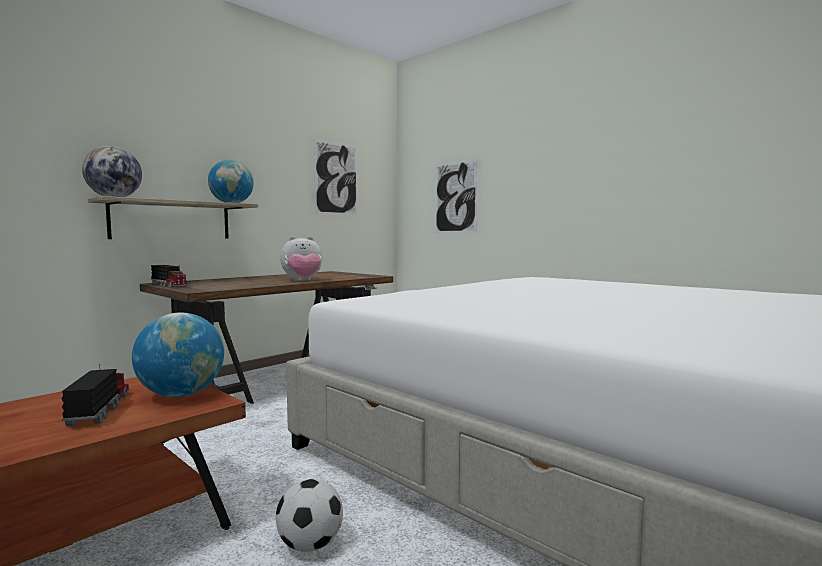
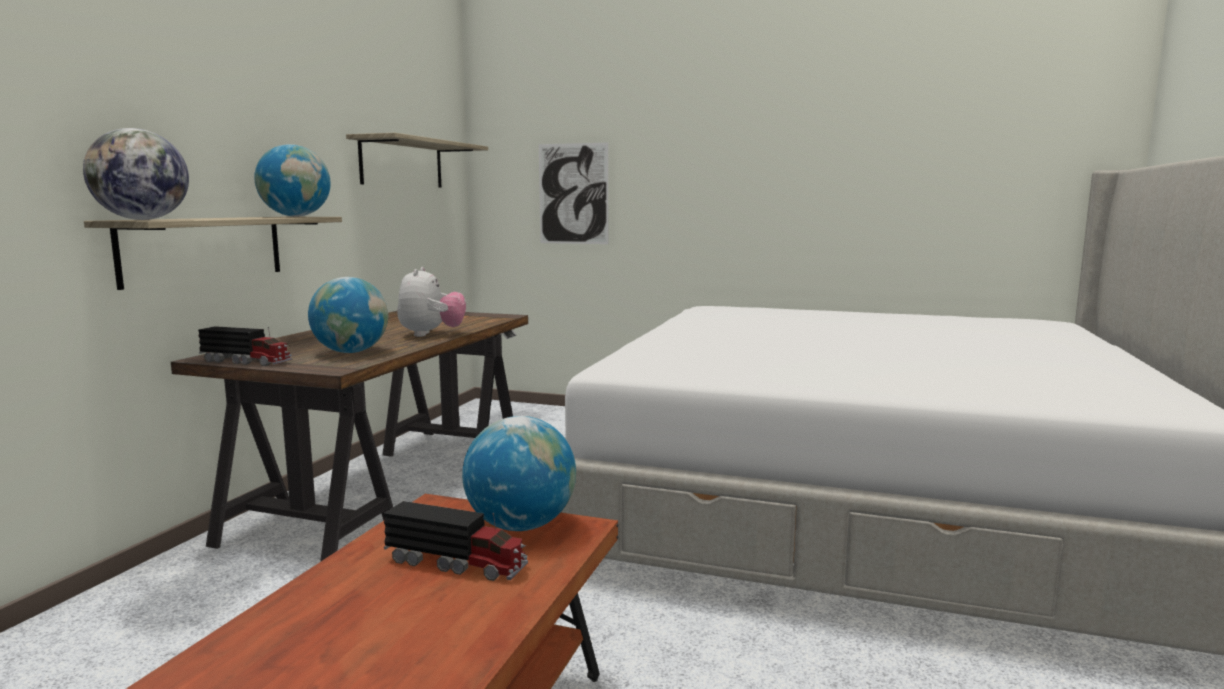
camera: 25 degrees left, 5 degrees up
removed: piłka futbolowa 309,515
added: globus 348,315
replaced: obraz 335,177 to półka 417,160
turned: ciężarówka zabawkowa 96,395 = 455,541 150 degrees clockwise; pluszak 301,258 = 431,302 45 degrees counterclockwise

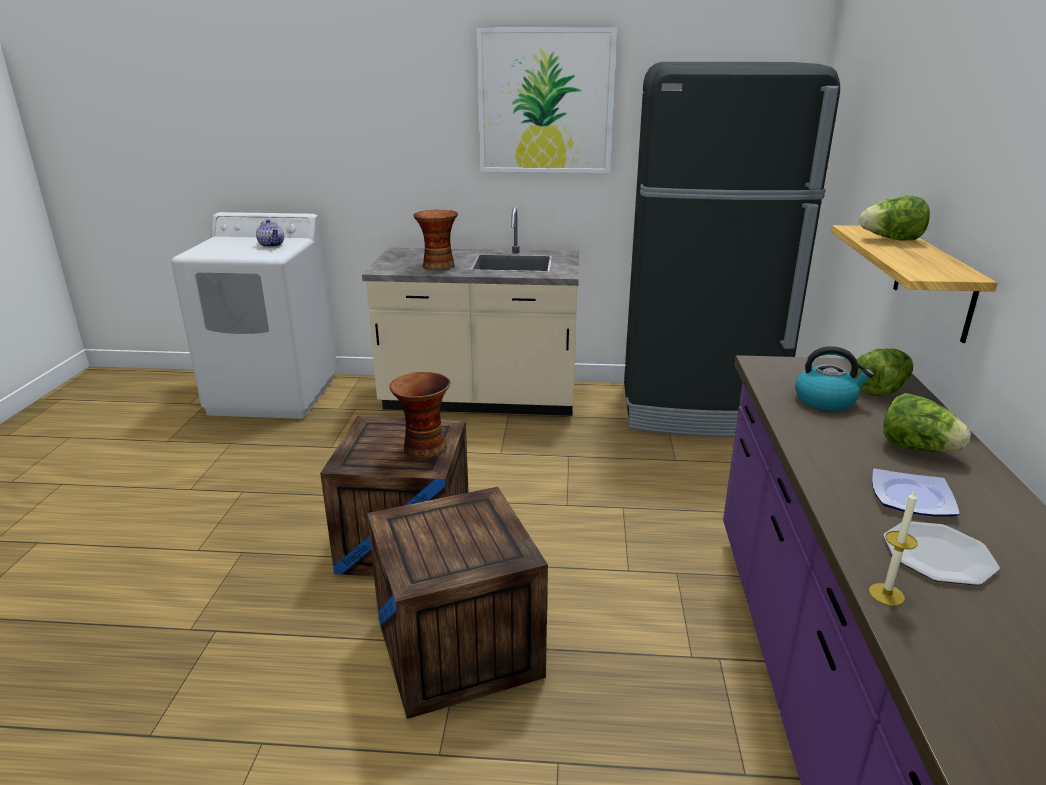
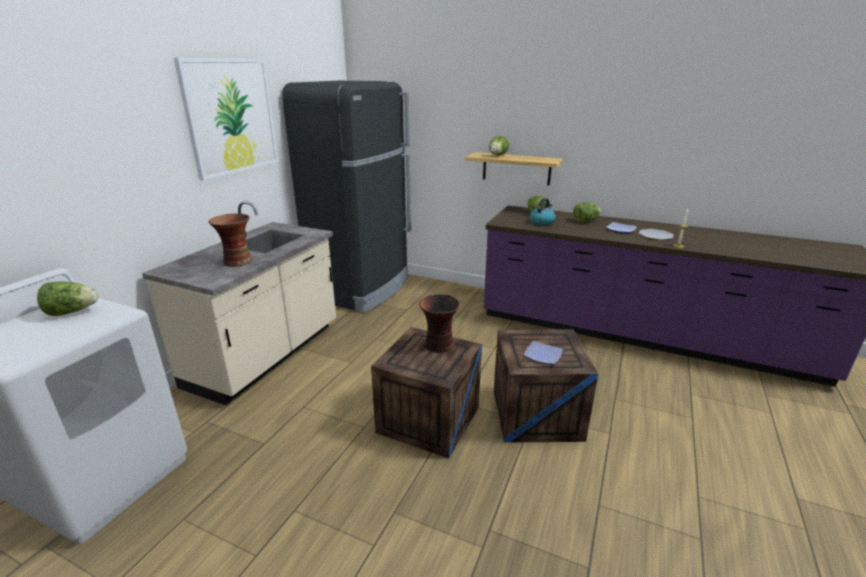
camera: 70 degrees left, 0 degrees up
added: talerz 543,353
replaced: imbryk 270,233 to sałata 68,298

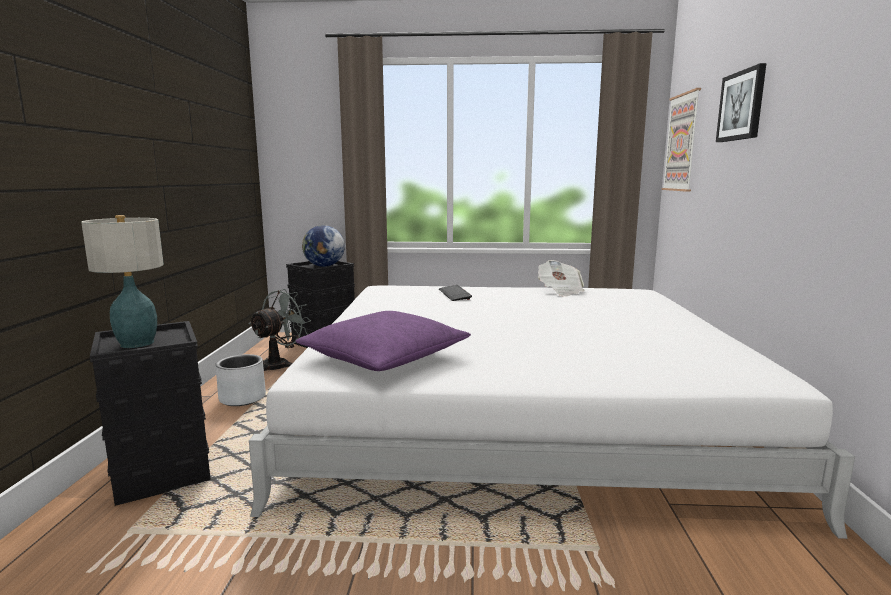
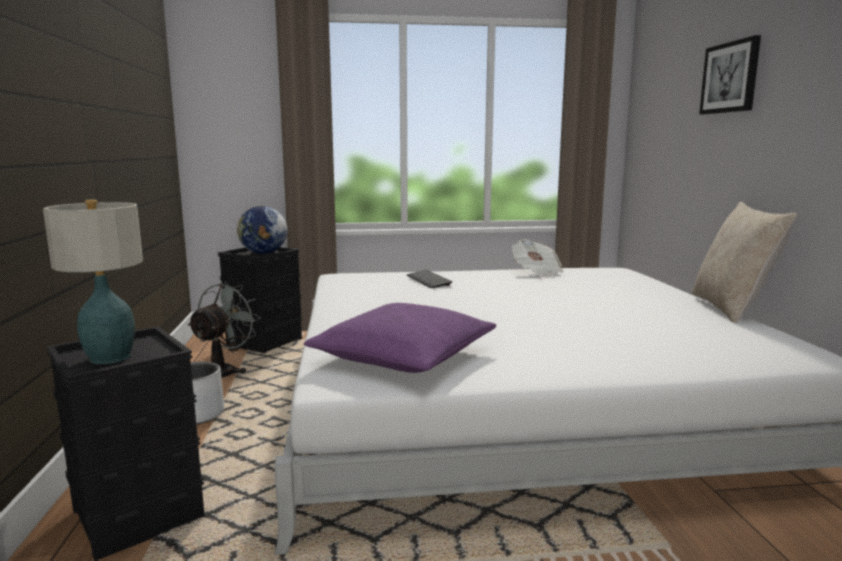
camera: 10 degrees left, 0 degrees up
removed: obraz 681,140
added: poduszka [beżowy] 744,262

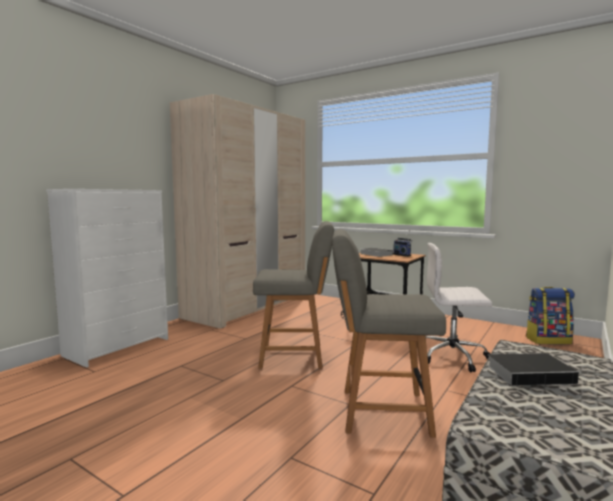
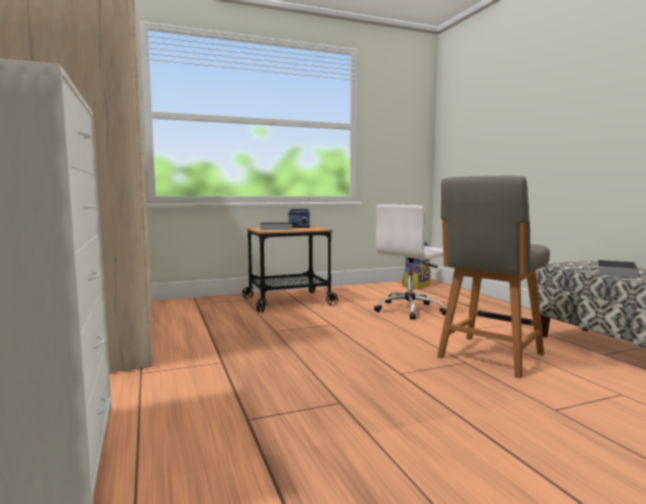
camera: 55 degrees left, 0 degrees up
removed: krzesło [szary] 293,295

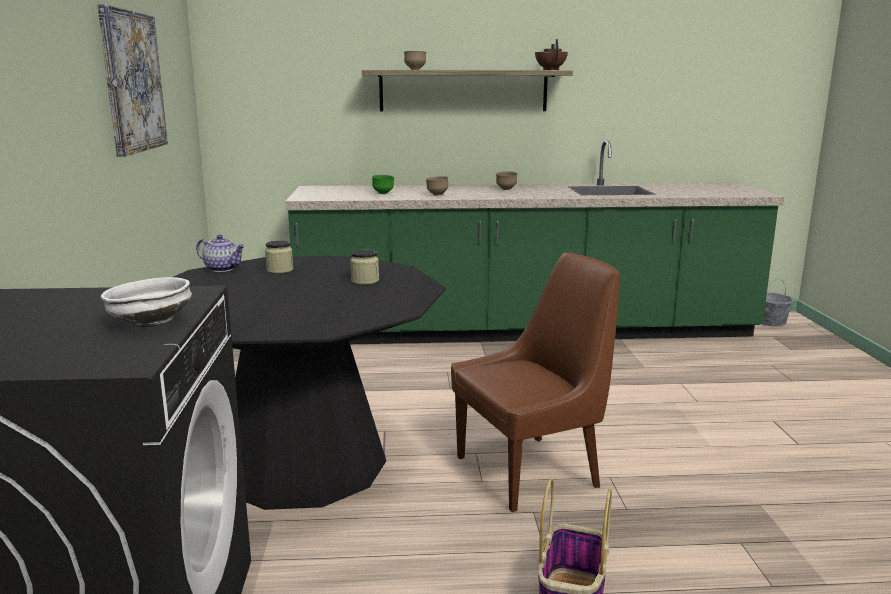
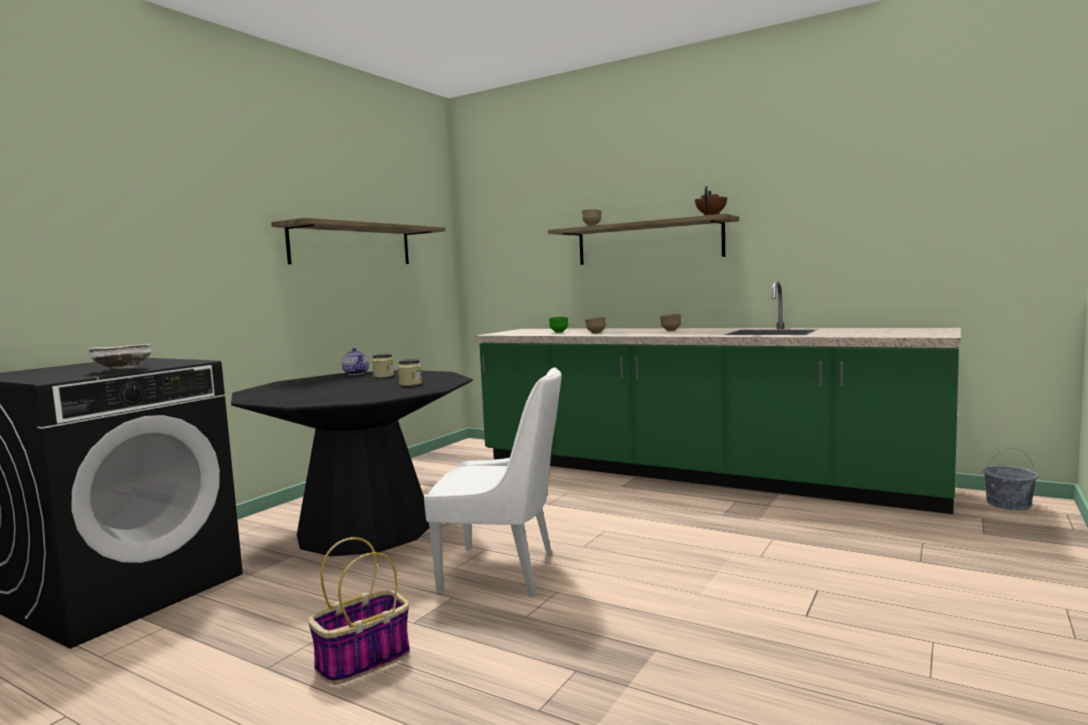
camera: 35 degrees right, 10 degrees down
replaced: obraz 132,80 to półka 358,241
recoloured: krzesło [brązowy] 535,382 to krzesło [biały] 493,481

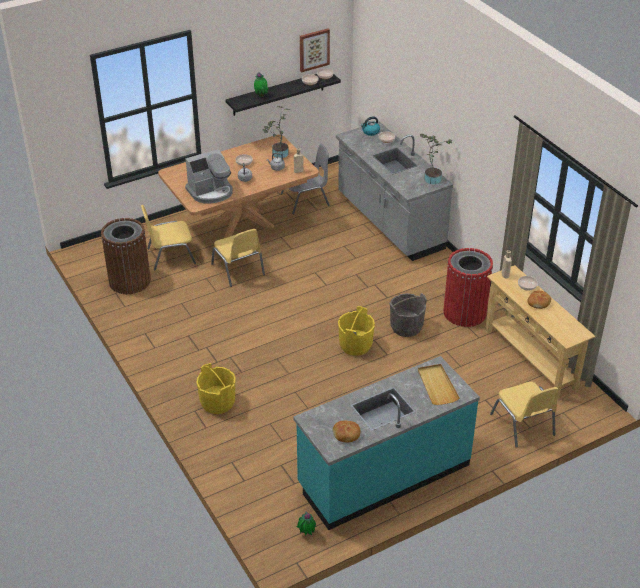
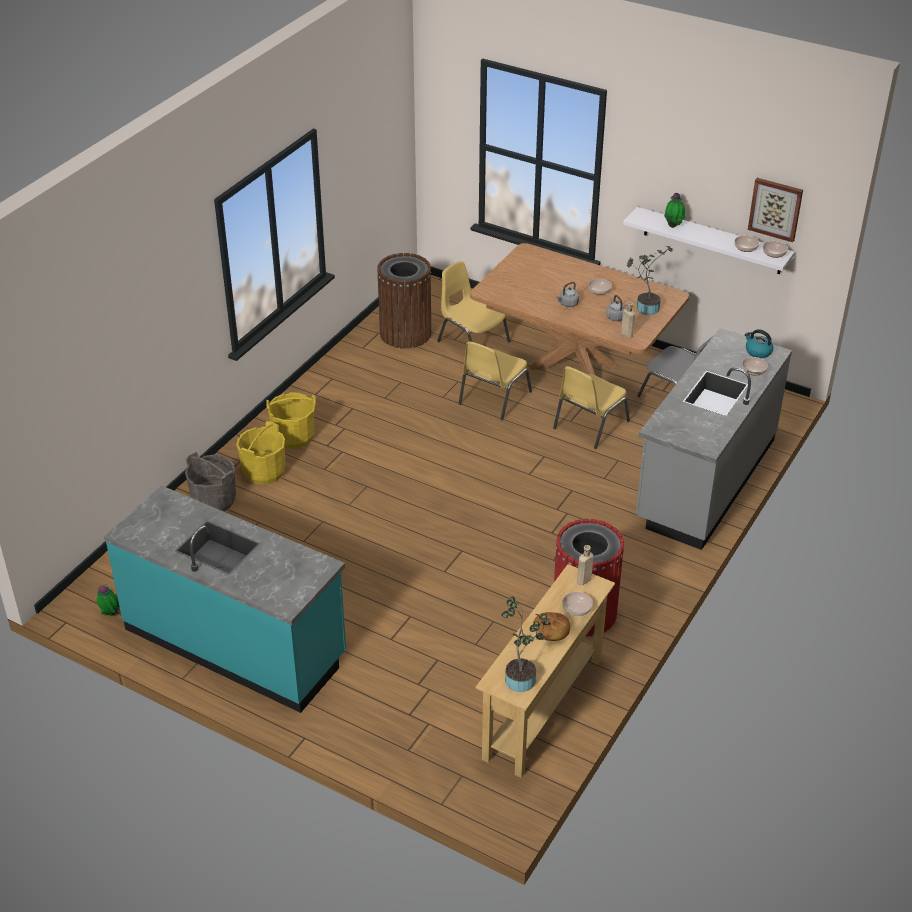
camera: 60 degrees right, 0 degrees up
removed: ekspres do kawy 209,176; chleb 347,431; taca [beżowy] 439,384
moved: wiadro [żółty] 356,331 to 291,420; wiadro [szary] 408,315 to 210,482; roślina doniczkowa 436,159 to 526,644; krzesło [żółty] 524,415 to 591,407
recoloured: półka [czarny] 283,95 to półka [biały] 709,240

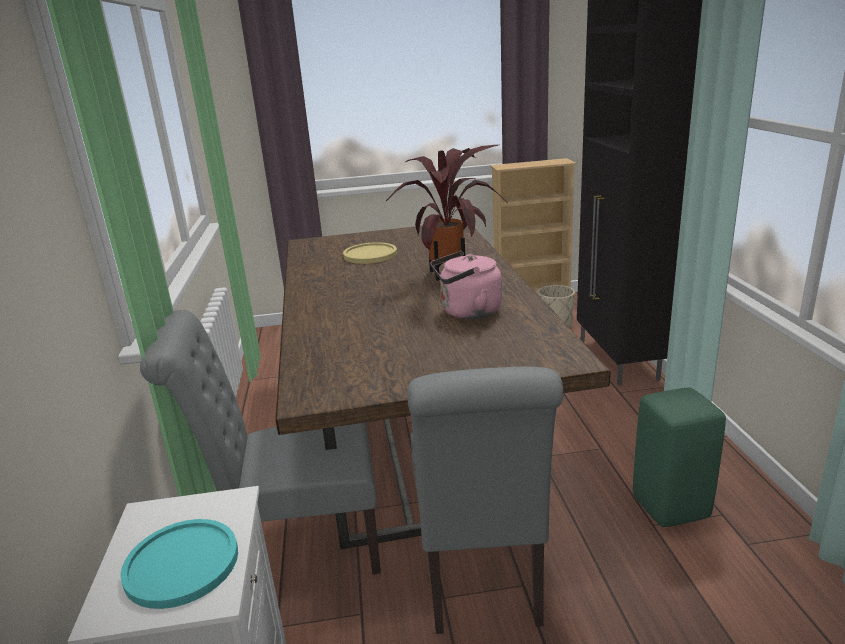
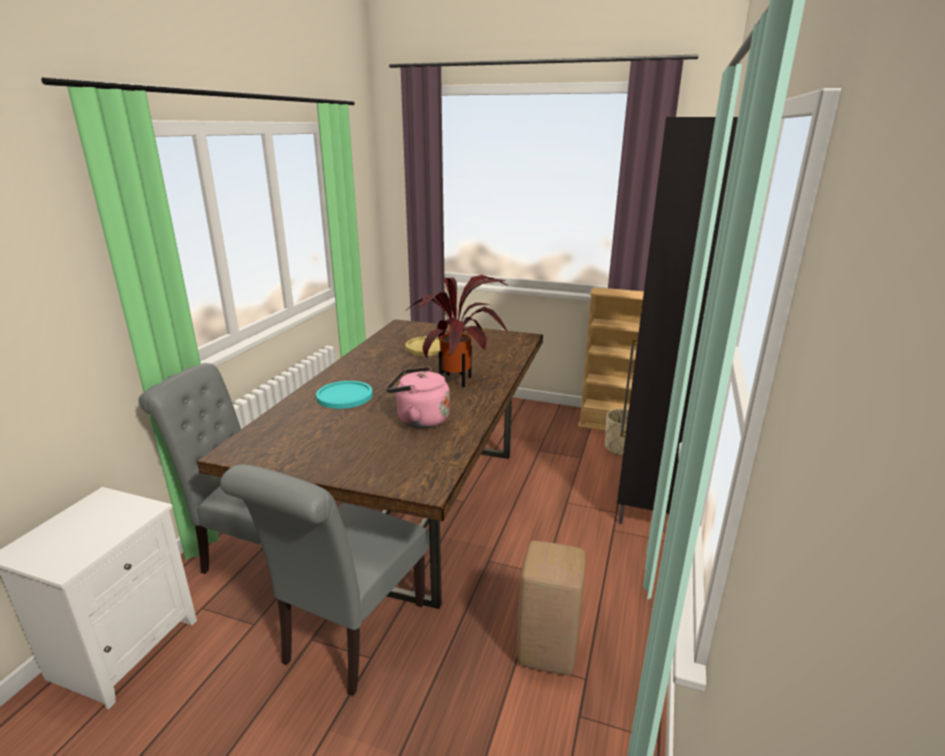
camera: 25 degrees right, 0 degrees up
moved: talerz [turkusowy] 179,564 to 344,395
recoloured: stołek [zielony] 679,457 to stołek [beżowy] 551,608

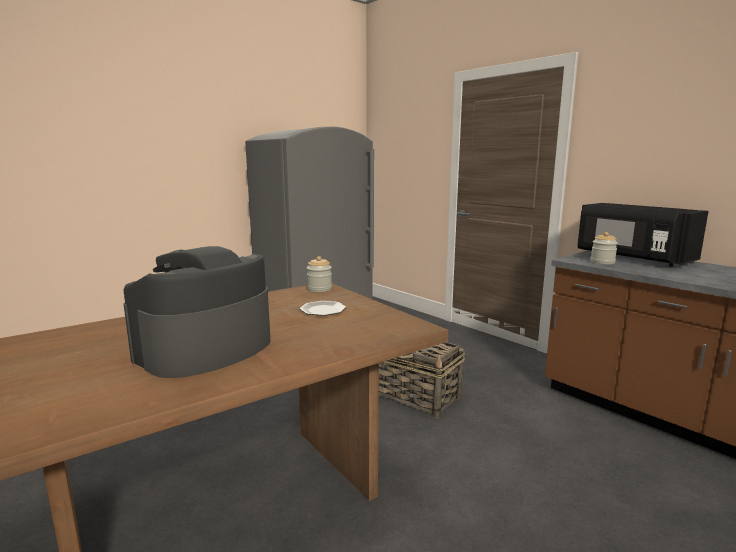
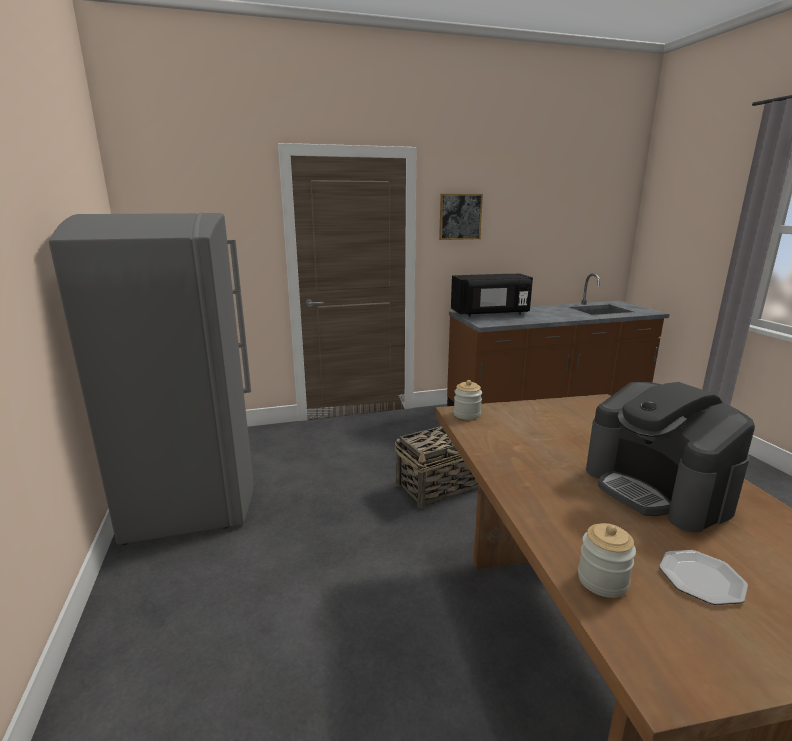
camera: 65 degrees left, 5 degrees up
added: obraz 461,217
moved: talerz 323,308 to 703,577; słoik 604,248 to 607,560

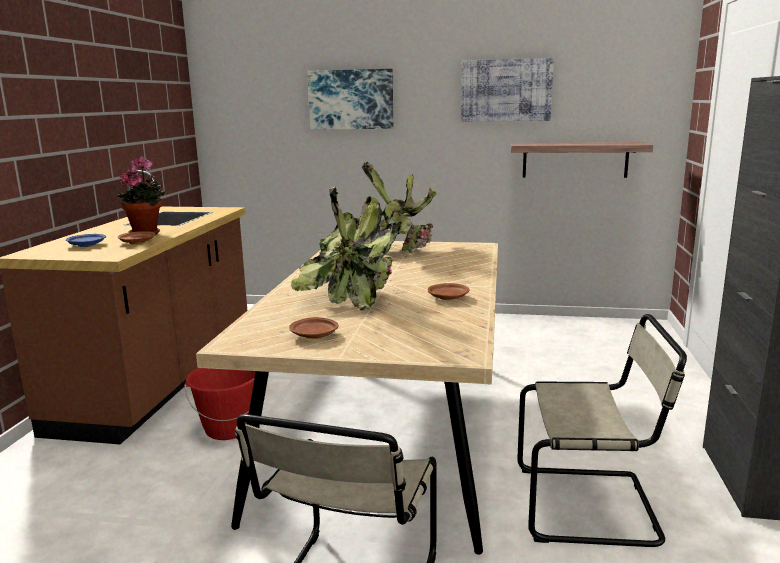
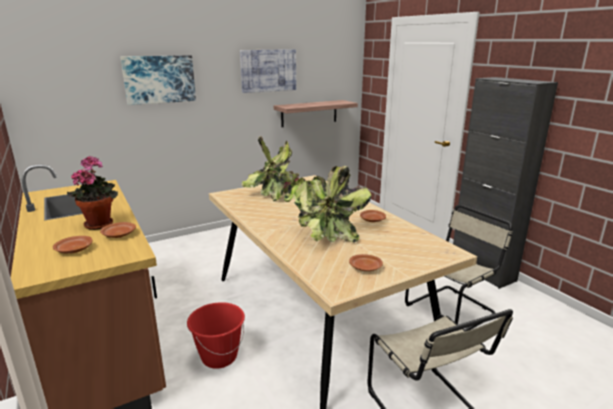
camera: 40 degrees left, 5 degrees up
recoloured: talerz [niebieski] 86,240 to talerz [brązowy] 72,244

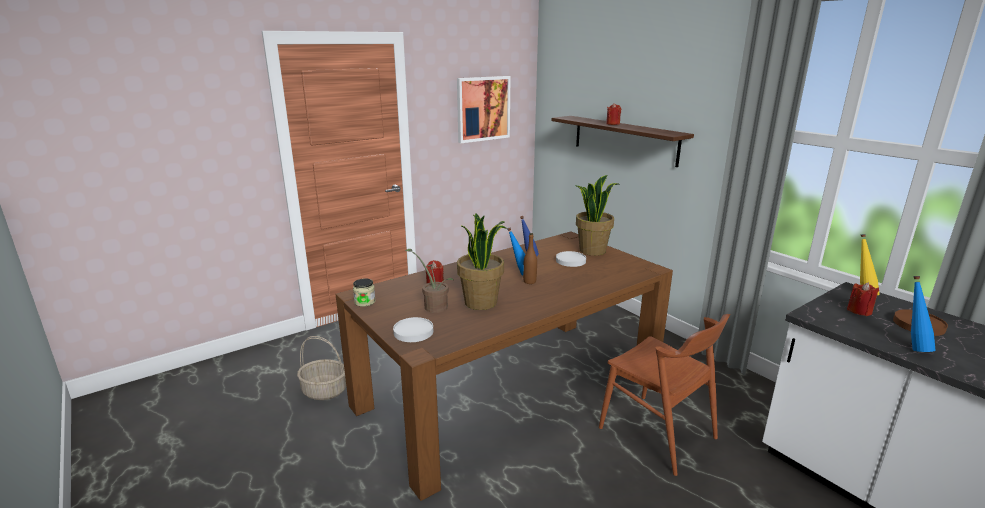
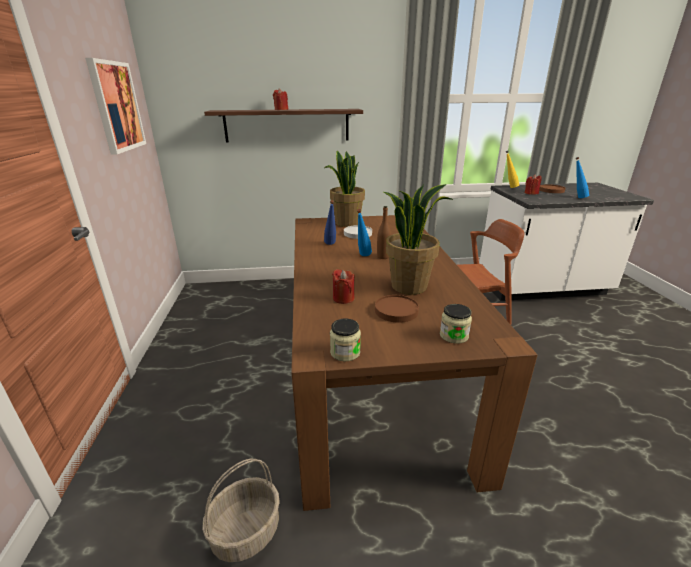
camera: 60 degrees left, 5 degrees up
replaced: talerz [biały] 413,329 to słoik 456,324; roślina doniczkowa 430,281 to talerz [brązowy] 397,309

